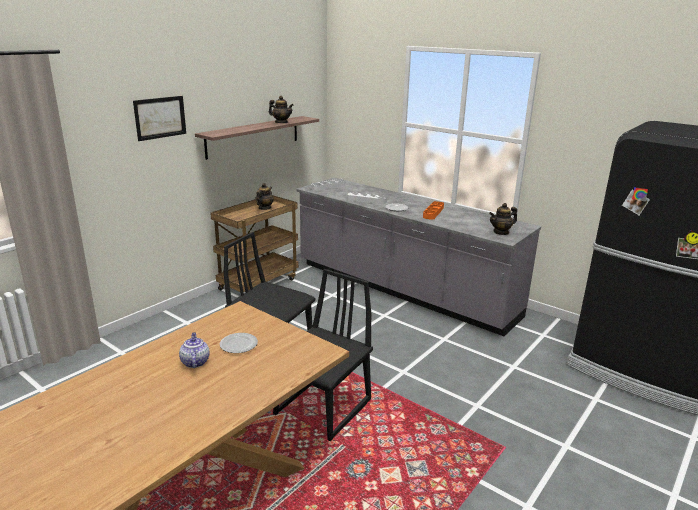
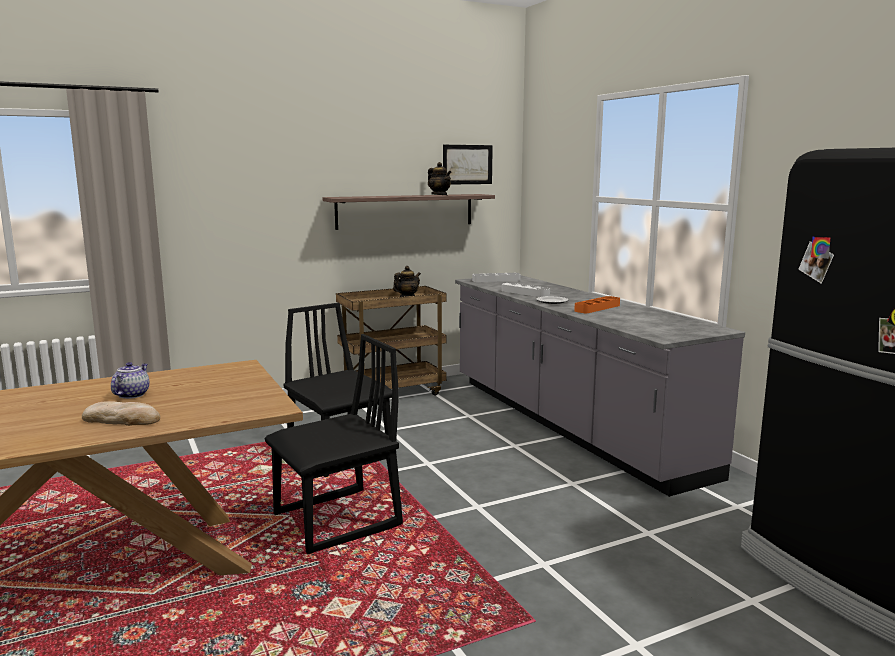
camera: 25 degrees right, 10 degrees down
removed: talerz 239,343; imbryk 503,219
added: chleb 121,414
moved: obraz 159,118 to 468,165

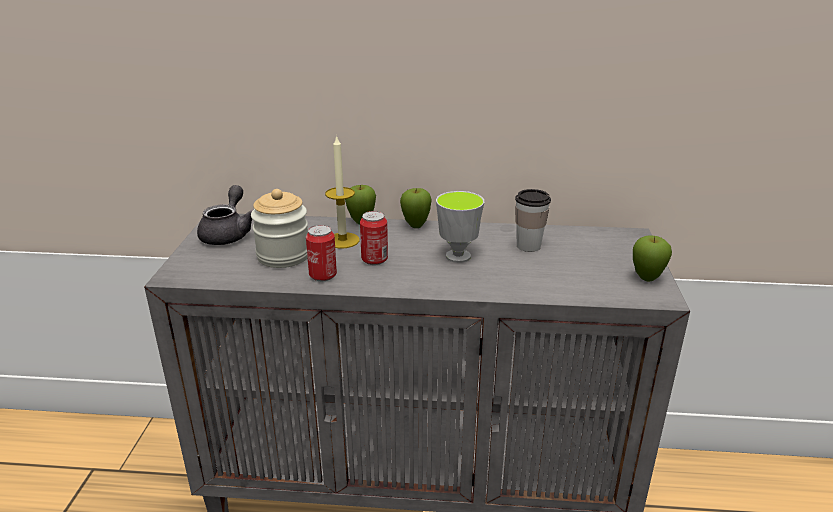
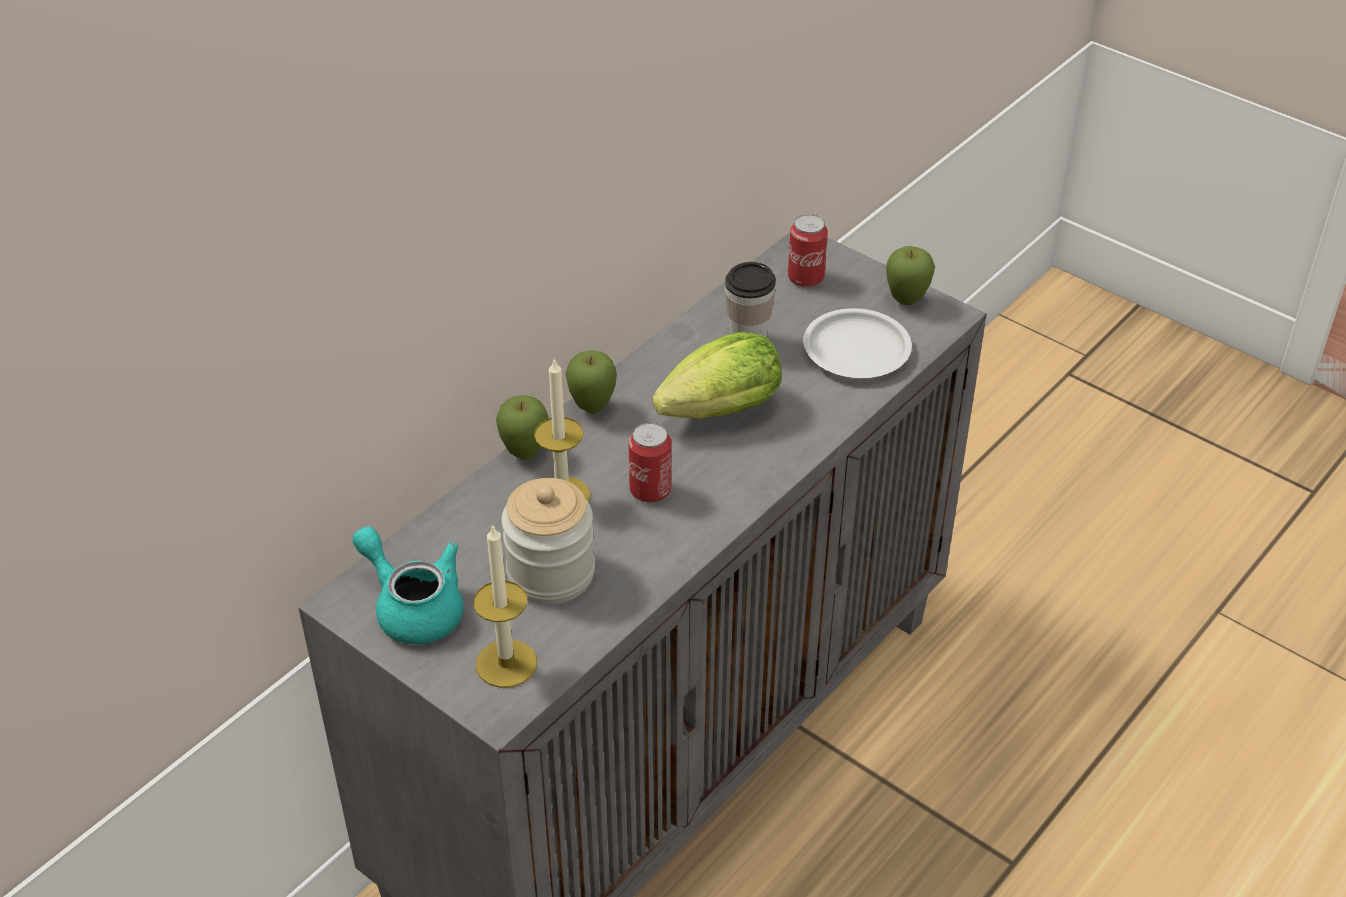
camera: 55 degrees left, 15 degrees up
added: świeca 505,606; talerz [biały] 857,343
moved: puszka 321,253 to 808,250
replaced: filiżanka 460,227 to sałata 717,375
recoloured: imbryk [szary] 225,215 to imbryk [turkusowy] 408,585

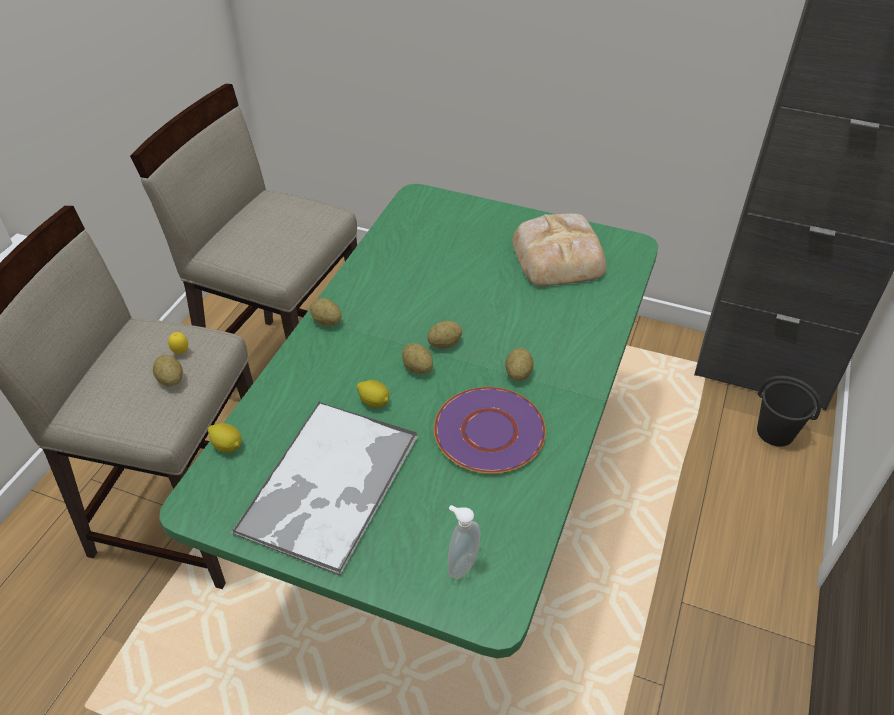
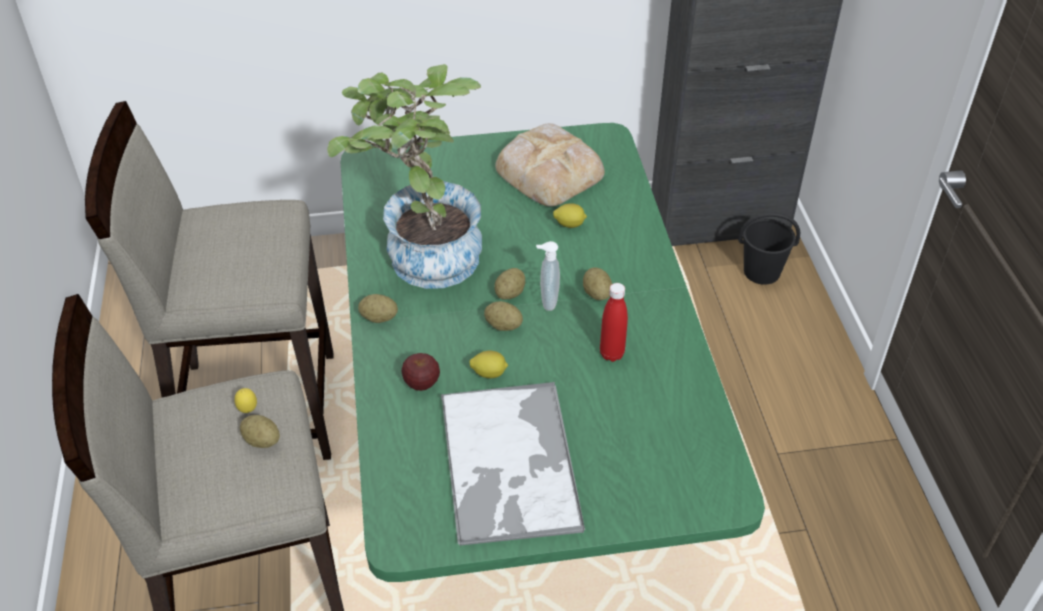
camera: 30 degrees left, 0 degrees up
added: roślina doniczkowa 404,176; jabłko 421,372
moved: cytryna 225,438 to 570,215; dozownik mydła 464,542 to 548,276
replaced: talerz [fioletowy] 490,430 to butelka [czerwony] 614,322

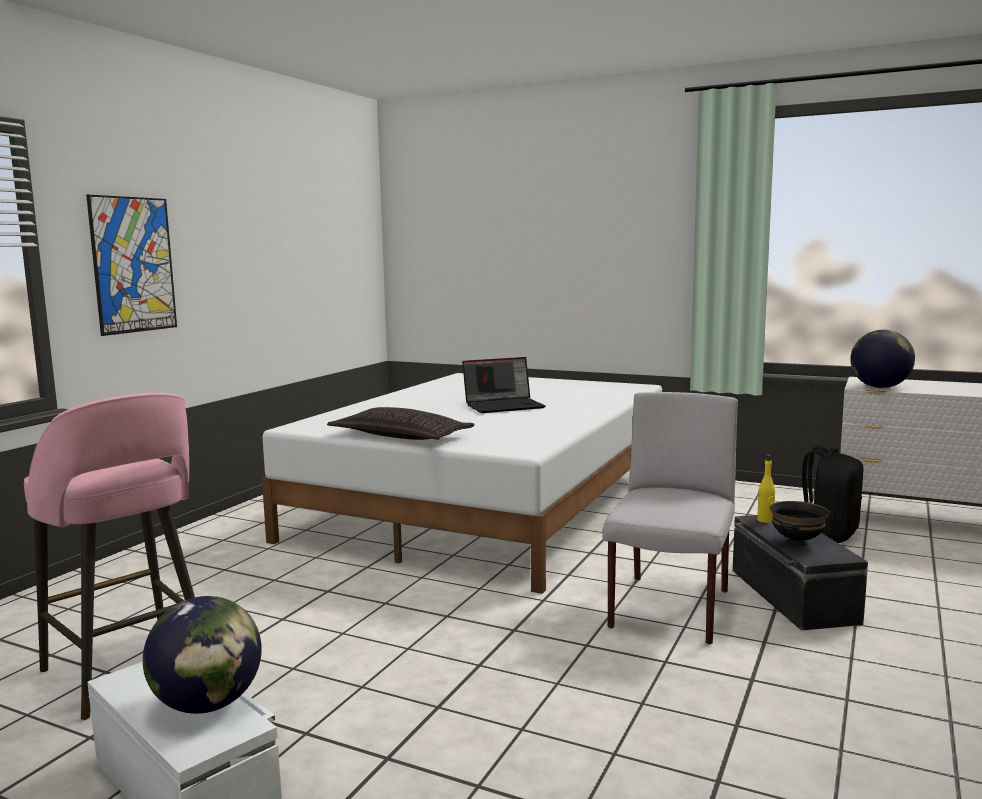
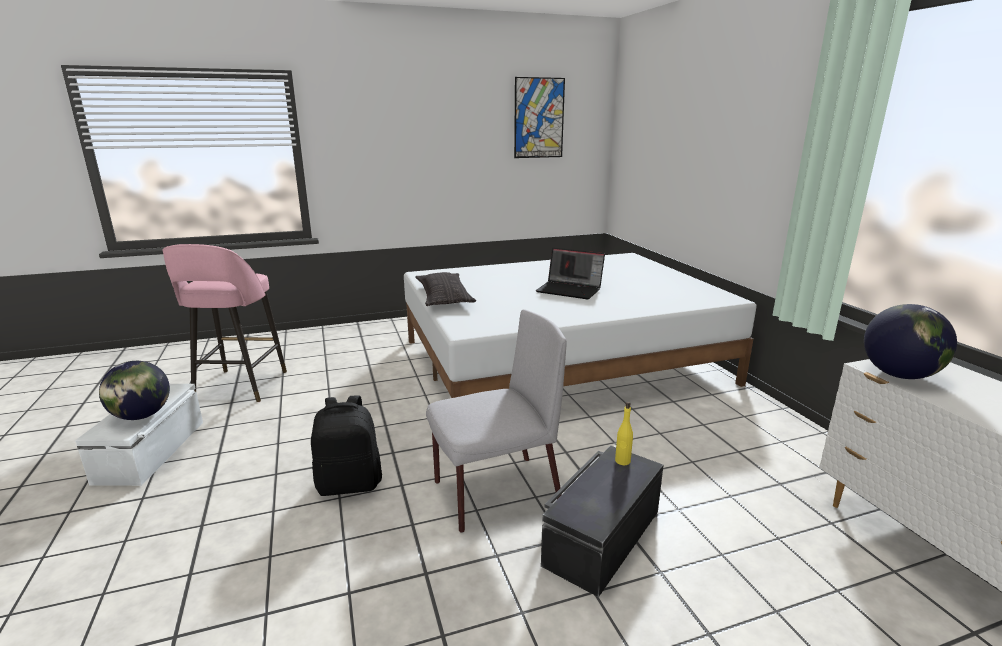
camera: 45 degrees right, 10 degrees up
removed: miska [czarny] 799,523
moved: obraz 131,265 to 539,117; plecak [czarny] 832,494 to 346,445

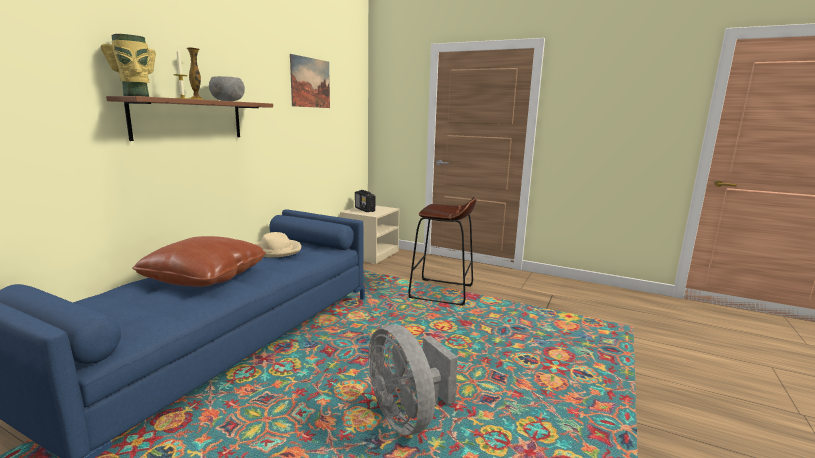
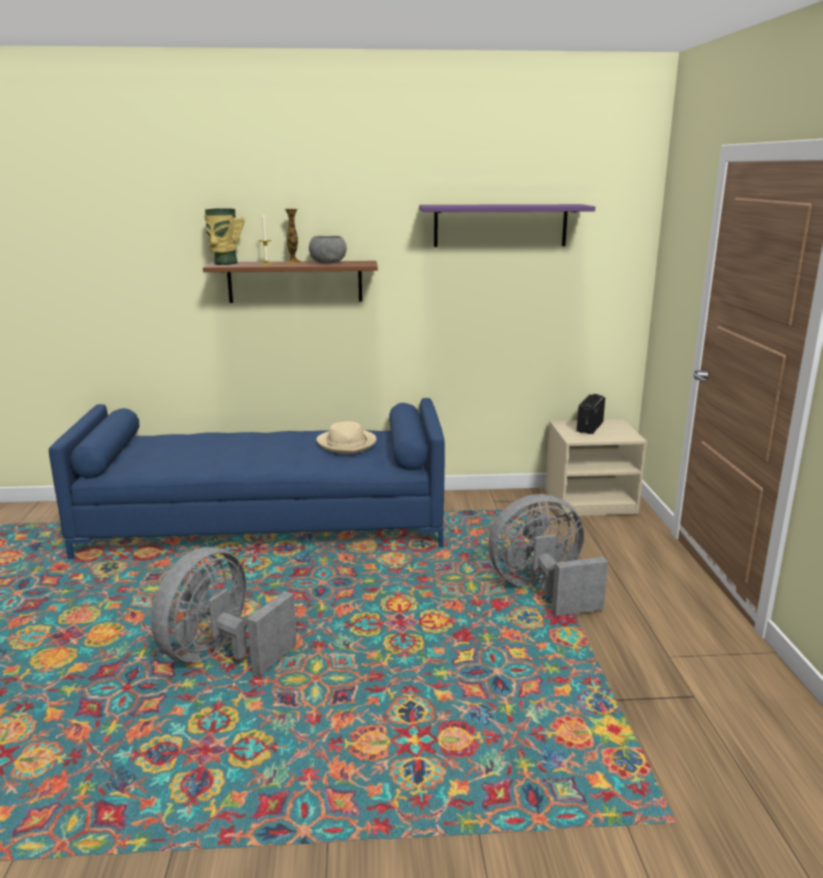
camera: 60 degrees right, 5 degrees up
removed: poduszka [brązowy] 199,261
replaced: obraz 310,81 to półka [fioletowy] 507,225; stołek [brązowy] 442,251 to wentylator [szary] 548,555

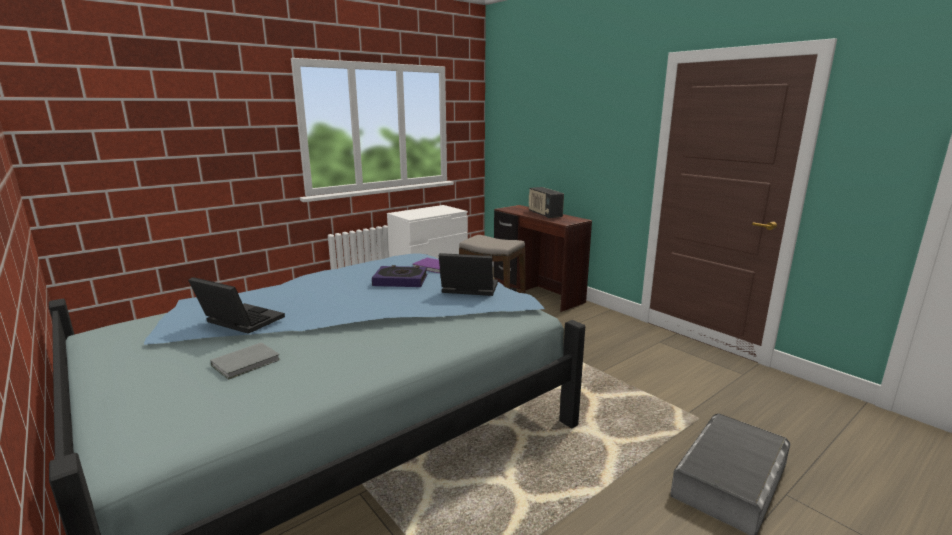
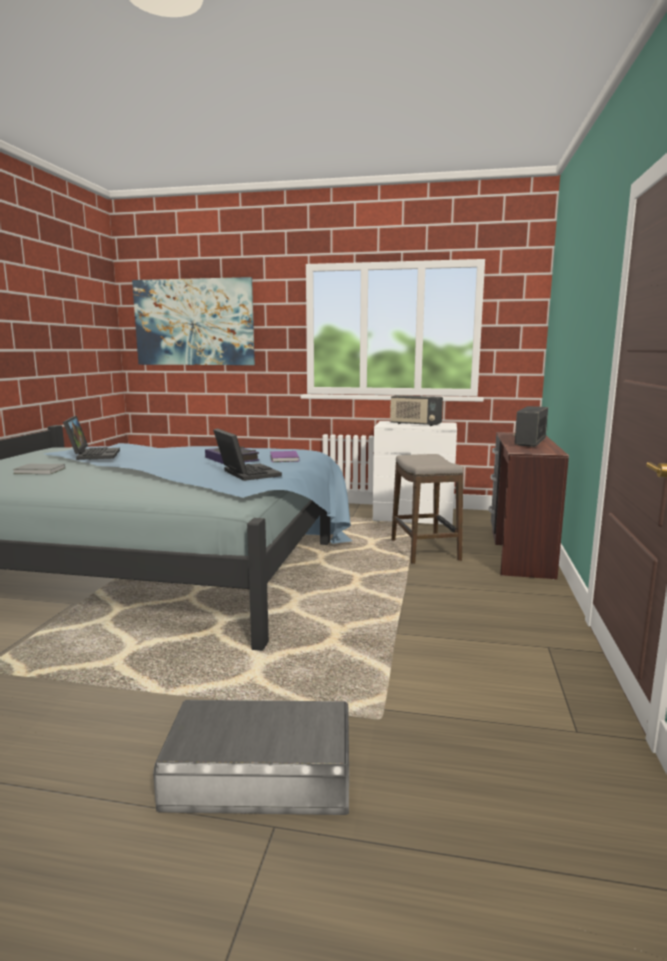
camera: 50 degrees right, 5 degrees down
added: obraz 193,321; radio 416,410

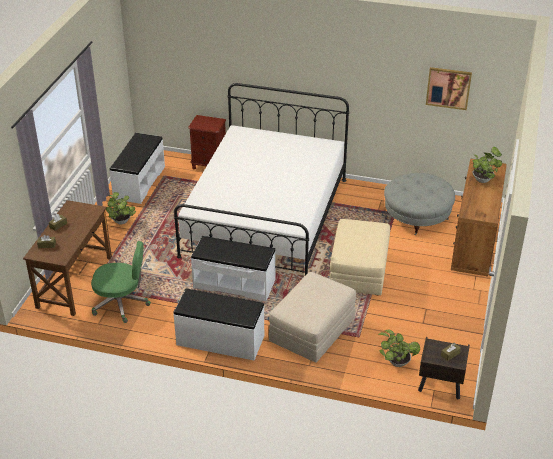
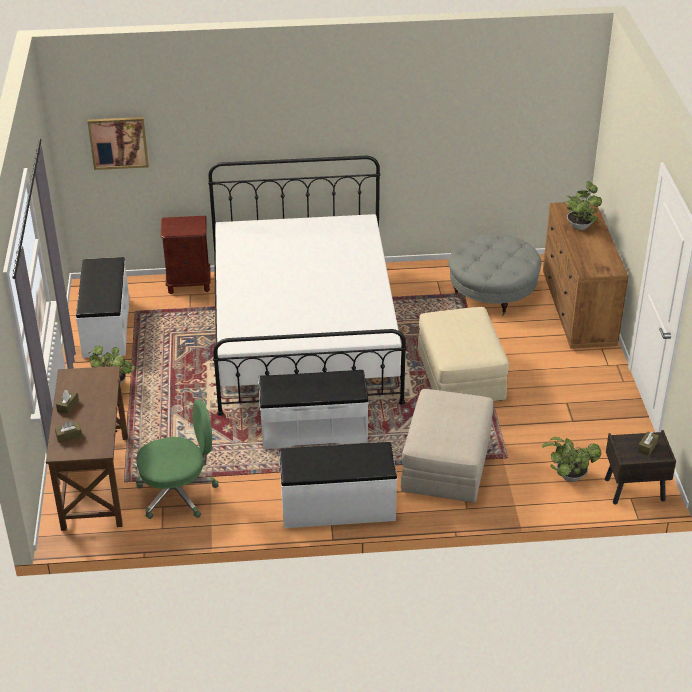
camera: 20 degrees left, 0 degrees up
moved: obraz 449,88 to 118,143

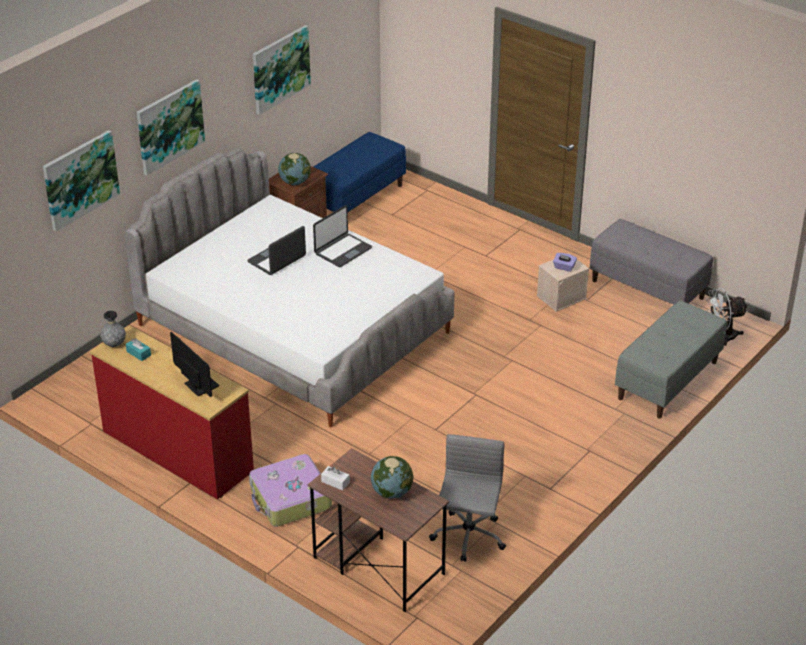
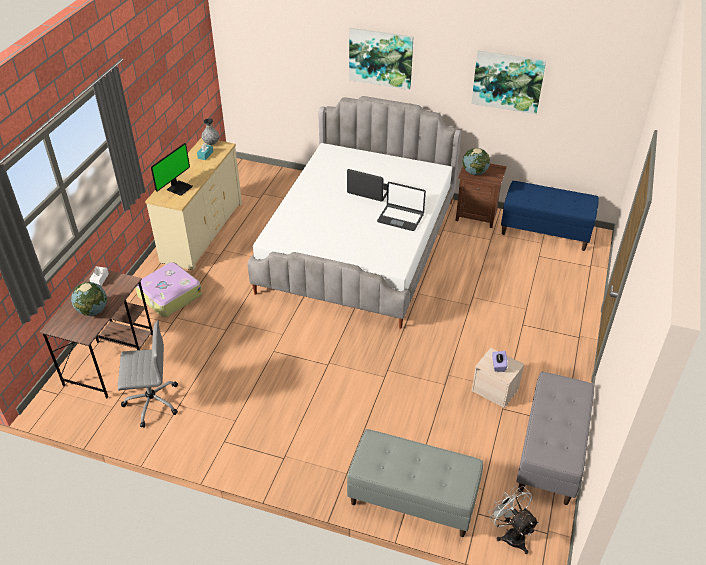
camera: 70 degrees right, 5 degrees up
removed: obraz 81,180
recoloured: komoda [czerwony] 172,412 to komoda [beżowy] 193,203

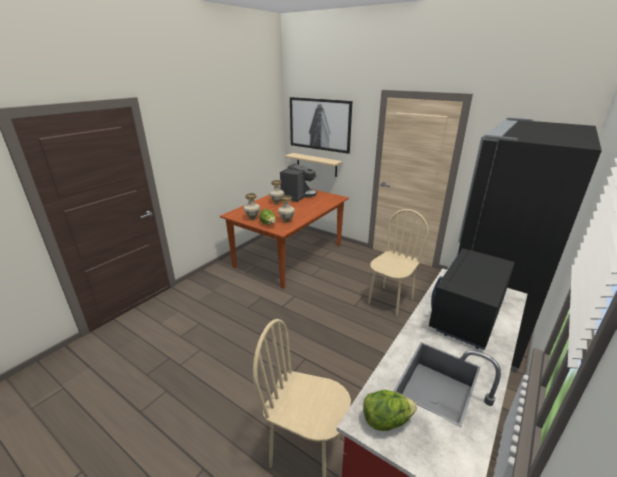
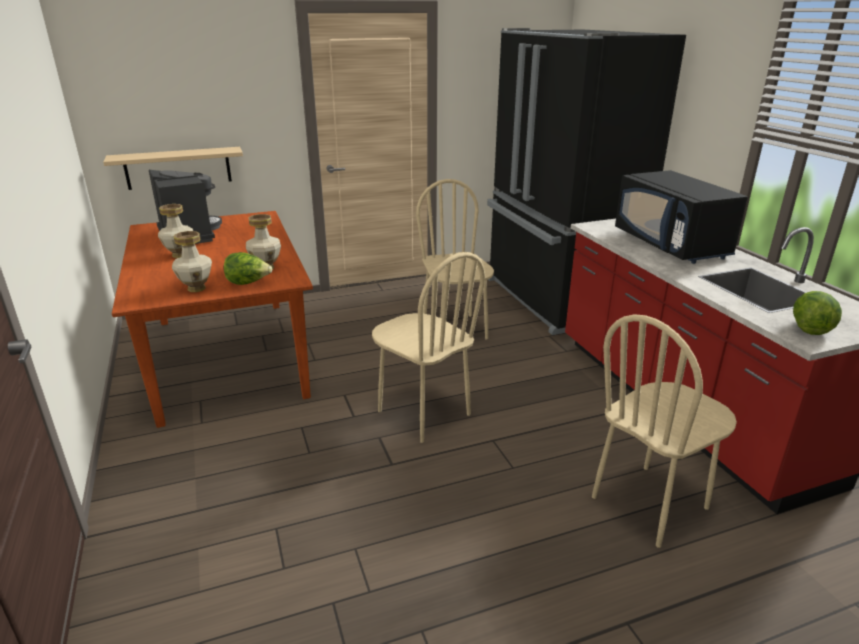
camera: 55 degrees left, 0 degrees up
removed: obraz 321,125
added: krzesło [beżowy] 428,347

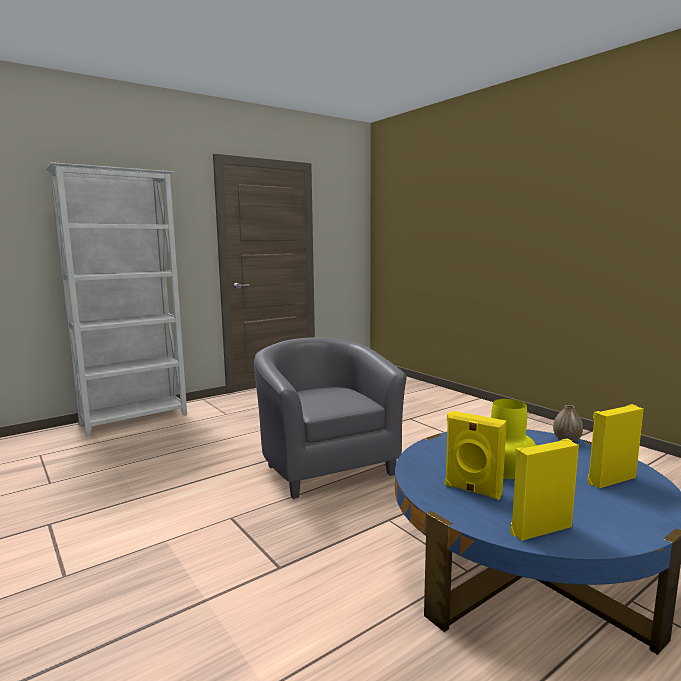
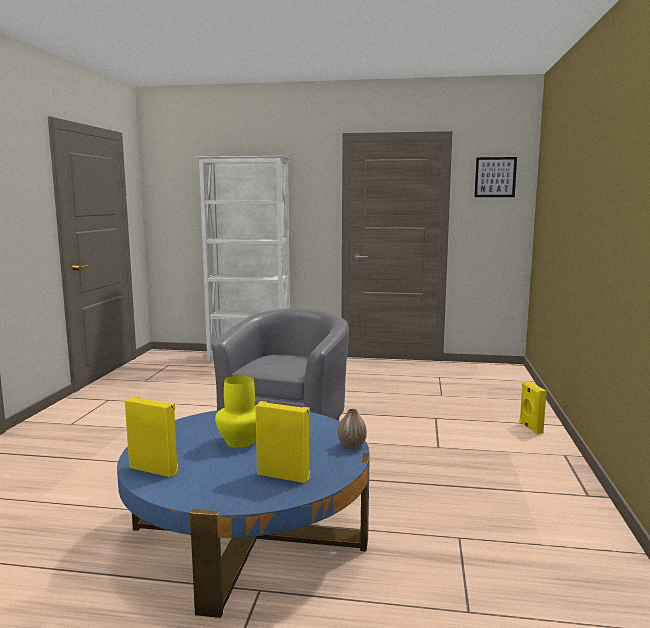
camera: 45 degrees right, 0 degrees up
added: obraz 495,177
moved: głośnik [żółty] 476,455 to 533,407

